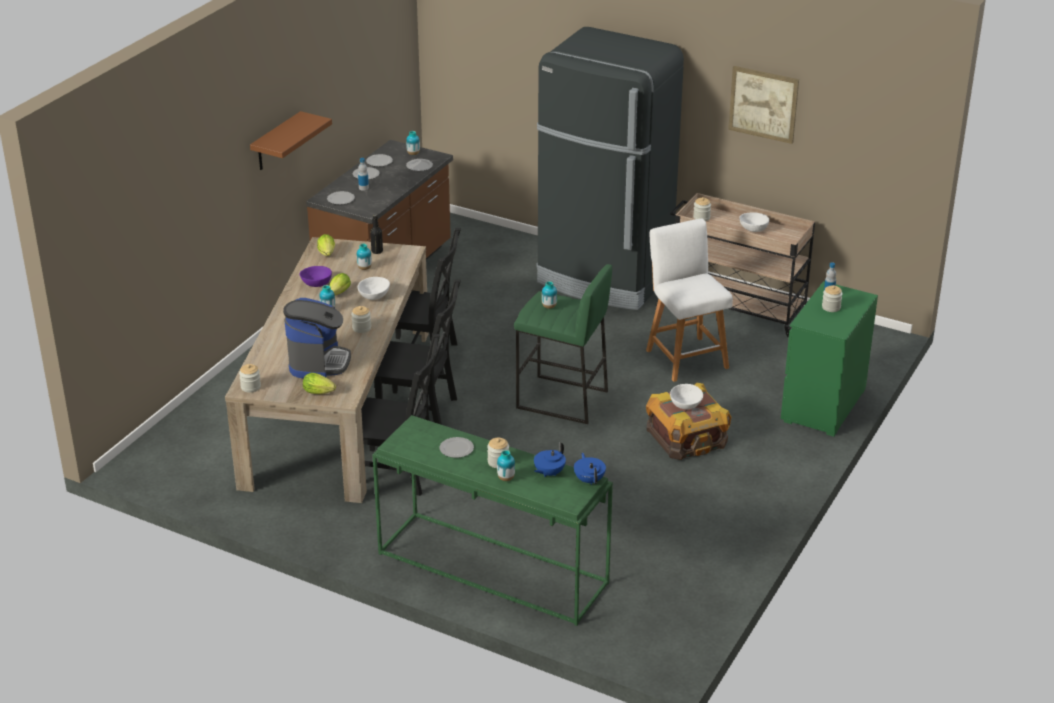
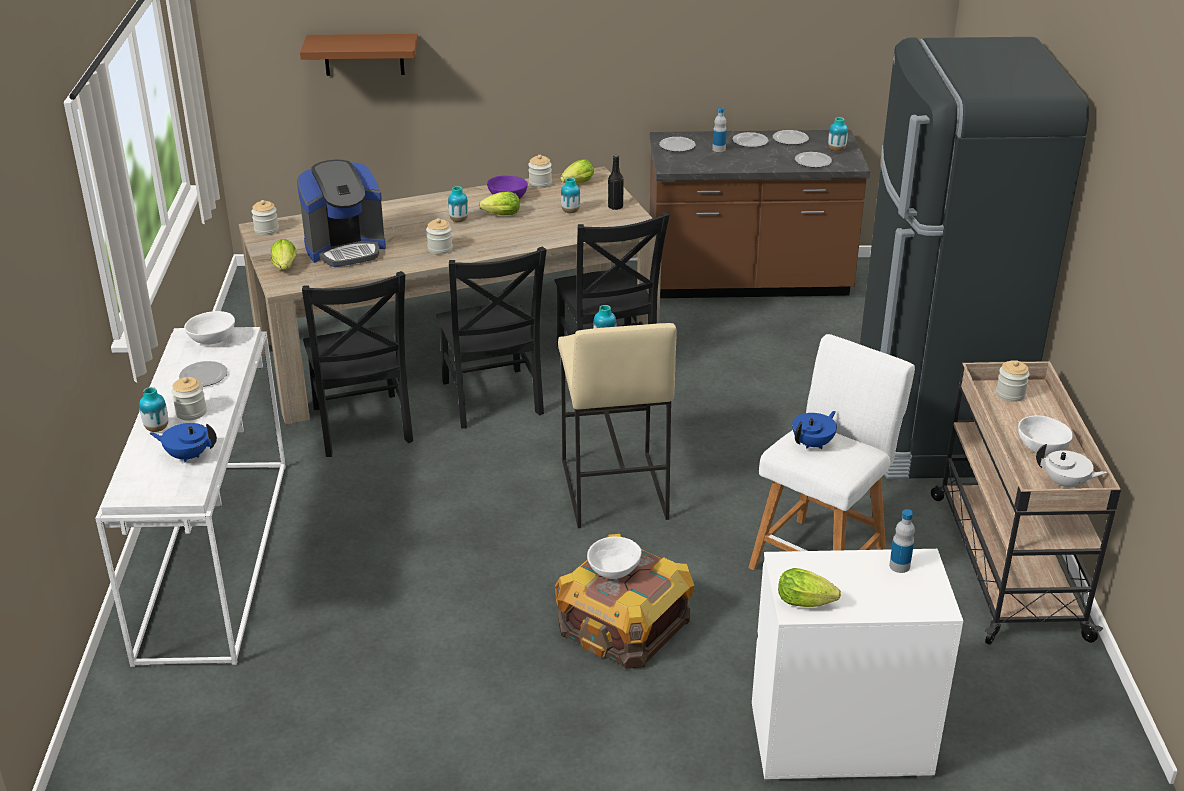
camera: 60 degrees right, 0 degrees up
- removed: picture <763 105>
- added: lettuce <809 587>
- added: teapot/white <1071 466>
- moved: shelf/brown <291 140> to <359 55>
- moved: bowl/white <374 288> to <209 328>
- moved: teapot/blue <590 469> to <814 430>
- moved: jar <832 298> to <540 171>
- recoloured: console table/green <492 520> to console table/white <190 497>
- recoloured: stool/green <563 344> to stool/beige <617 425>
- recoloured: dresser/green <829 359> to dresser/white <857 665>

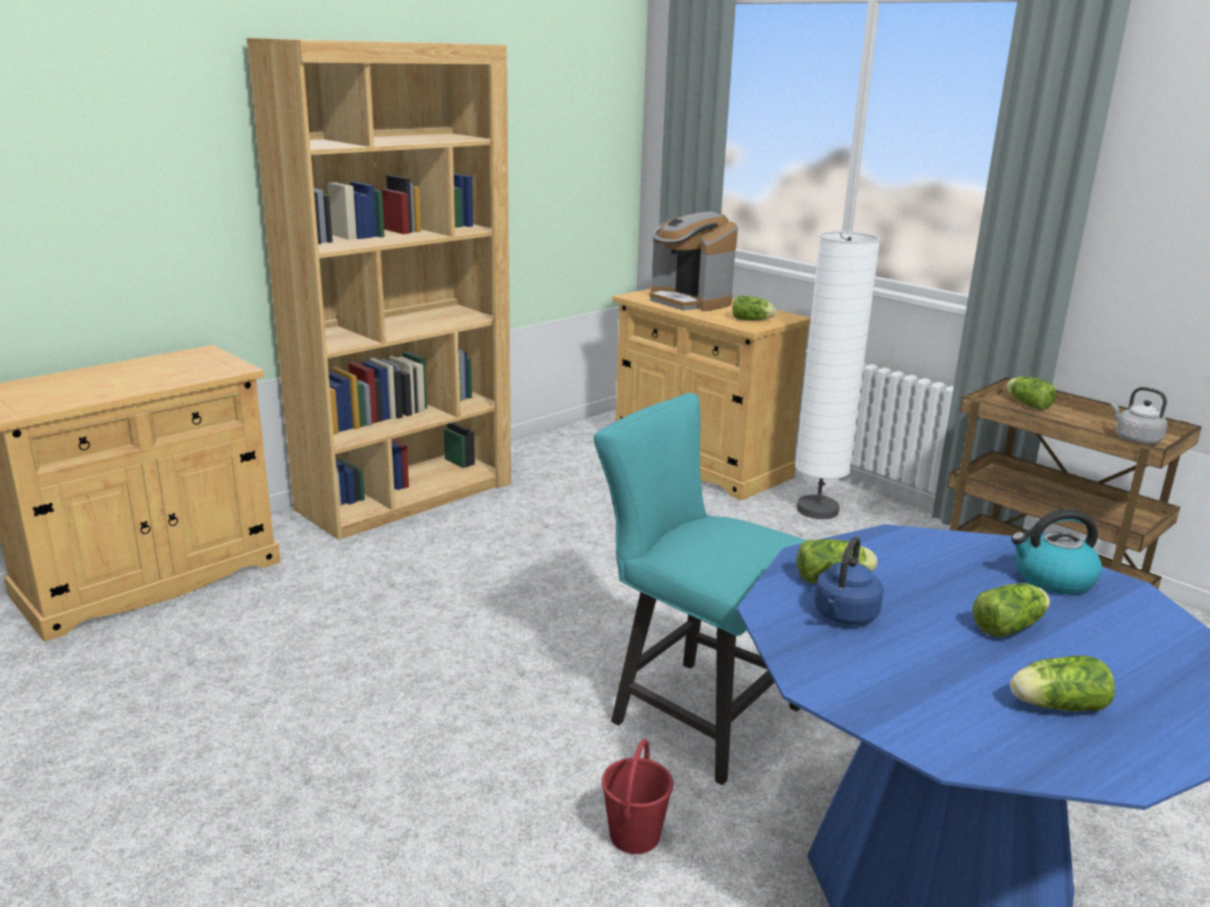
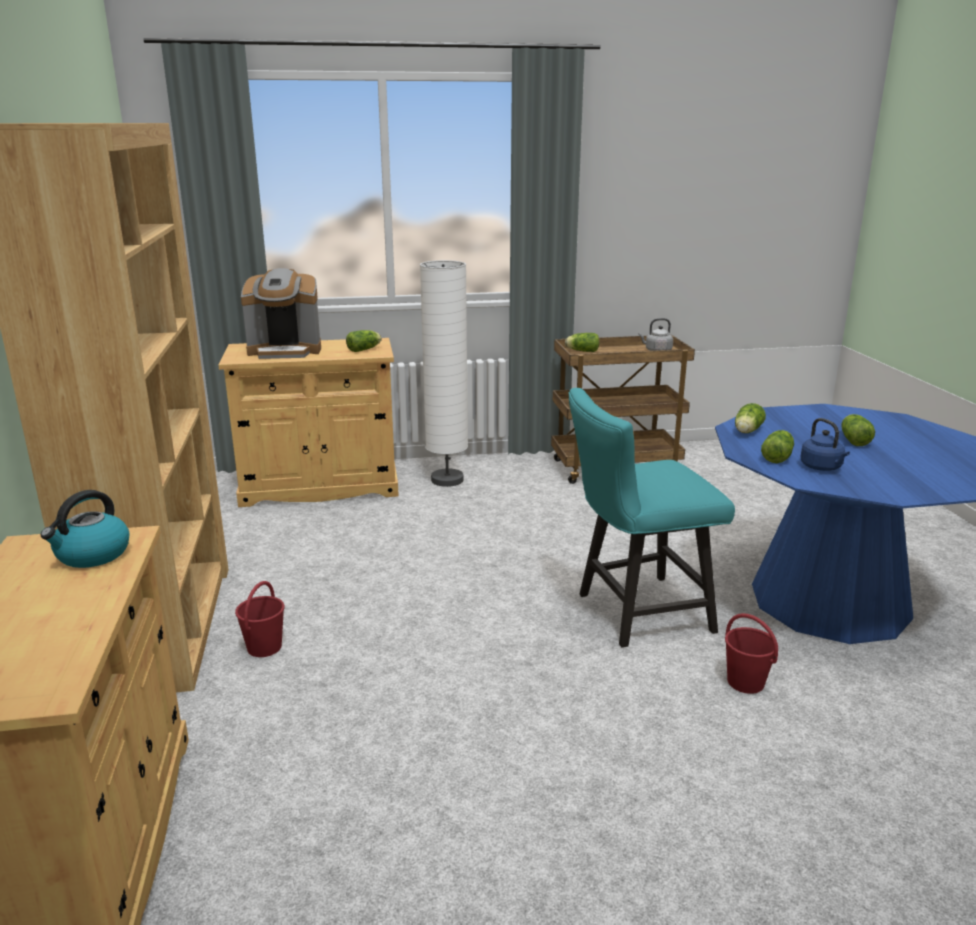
camera: 55 degrees left, 0 degrees up
- added: bucket/red <259 619>
- moved: lettuce <1062 683> to <750 418>
- moved: kettle <1056 552> to <85 529>

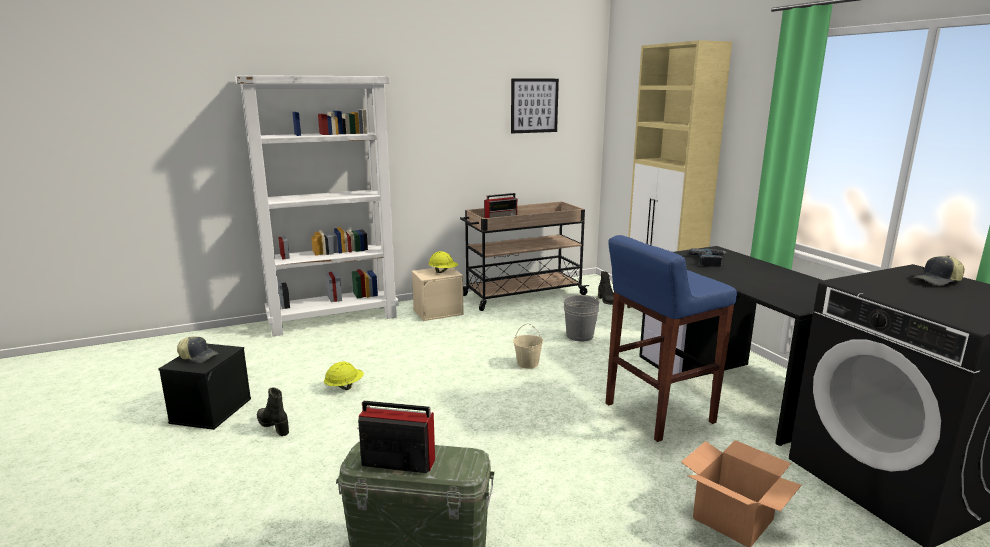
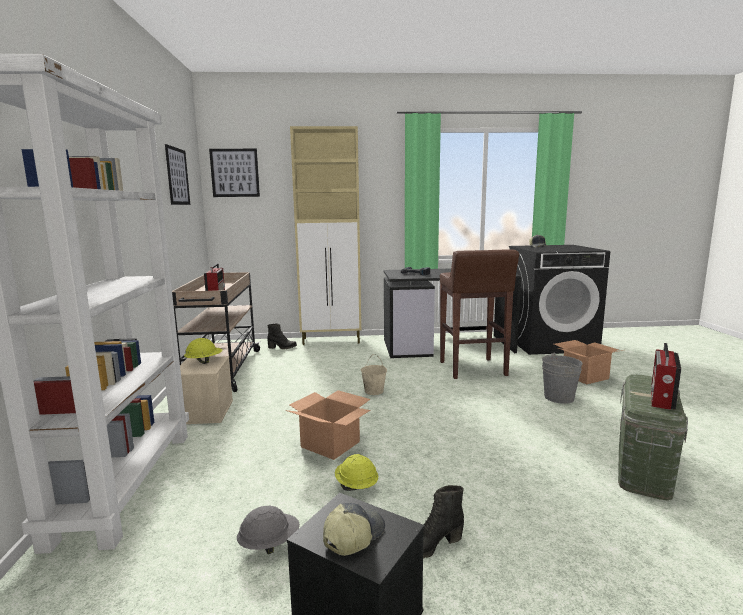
camera: 70 degrees left, 5 degrees down
- added: picture <234 173>
- added: hard hat/grey <268 529>
- added: cardboard box <328 425>
- moved: bucket/grey <581 318> to <562 378>
- recoloured: stool/blue <671 338> to stool/brown <479 314>

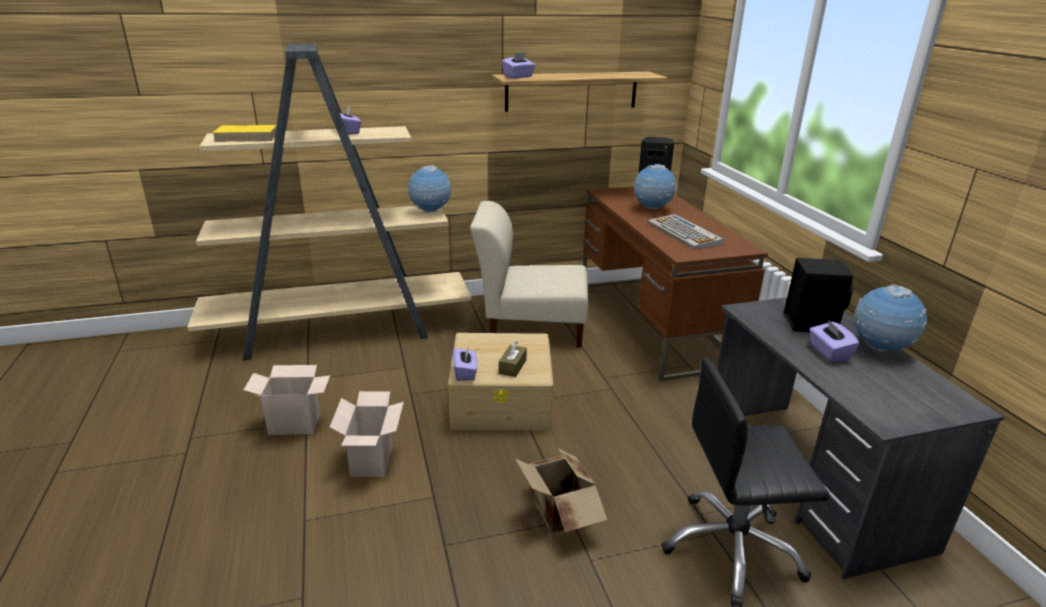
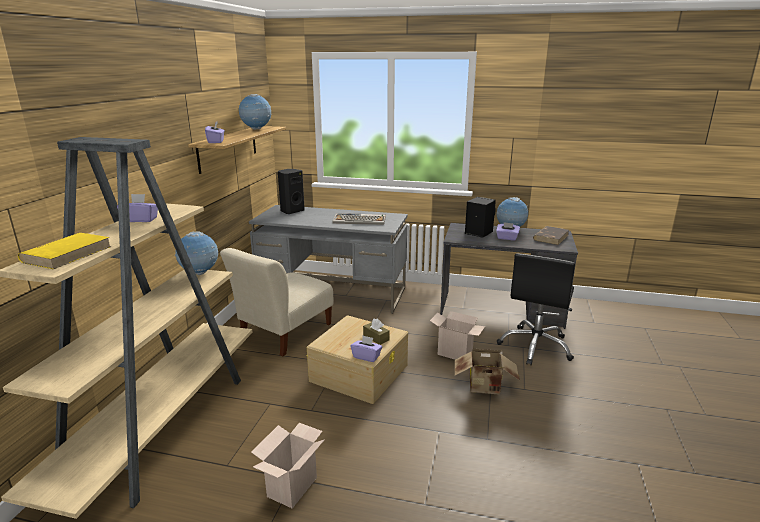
camera: 60 degrees left, 5 degrees down
- added: book/brown <551 235>
- moved: cardboard box <366 434> to <457 335>
- moved: globe <655 186> to <255 112>
- recoloured: desk/brown <675 283> to desk/grey <328 259>

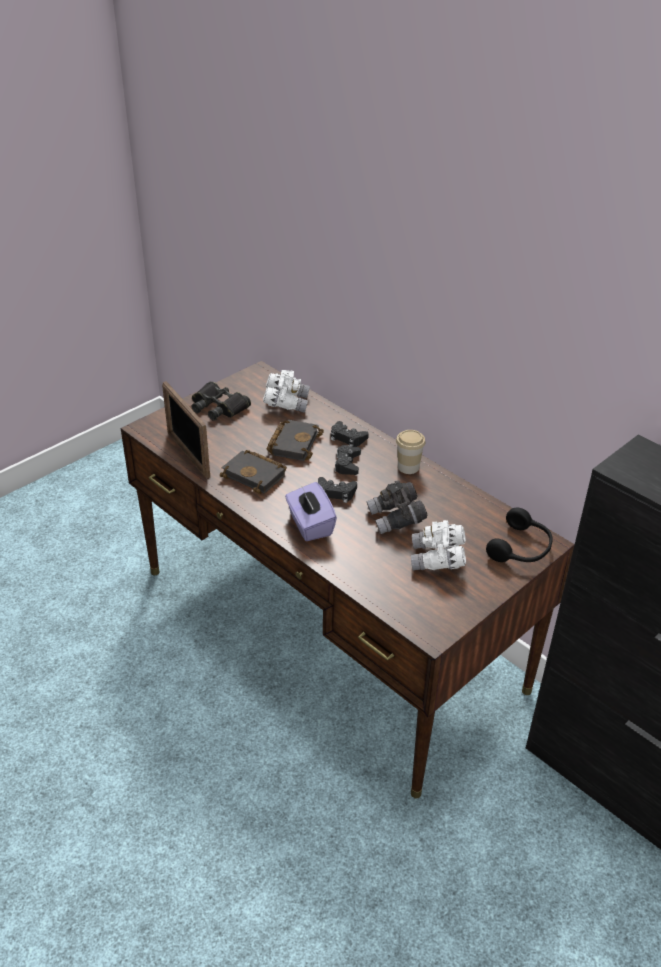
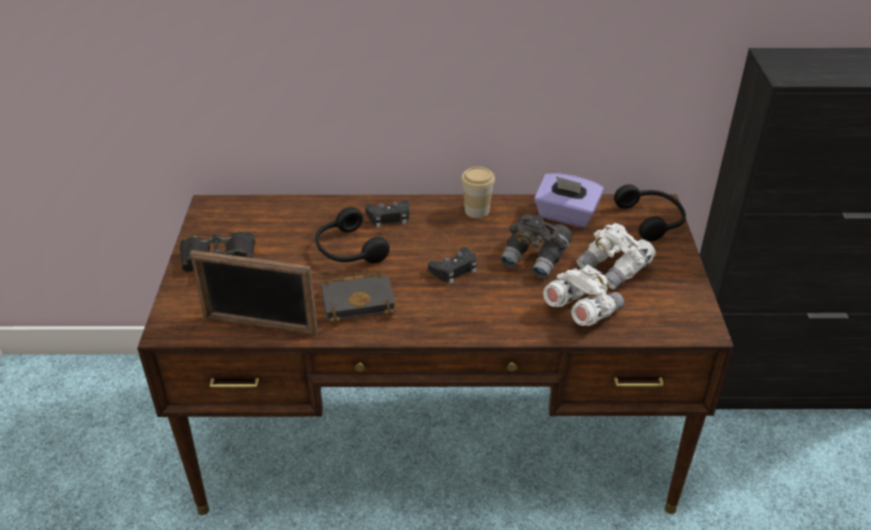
camera: 45 degrees left, 0 degrees up
- removed: game controller/black <347 460>
- moved: binoculars/white <286 391> to <583 295>
- moved: tissue box/purple <311 511> to <569 200>
- replaced: book/black <295 440> to headphones/black <352 235>

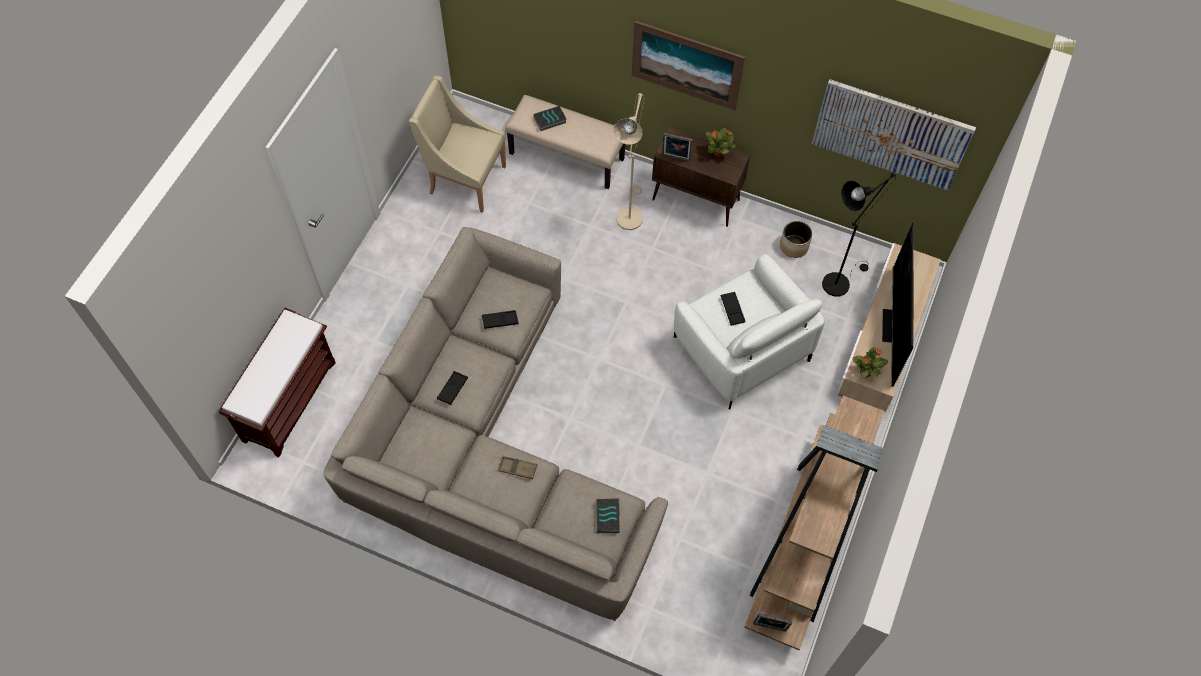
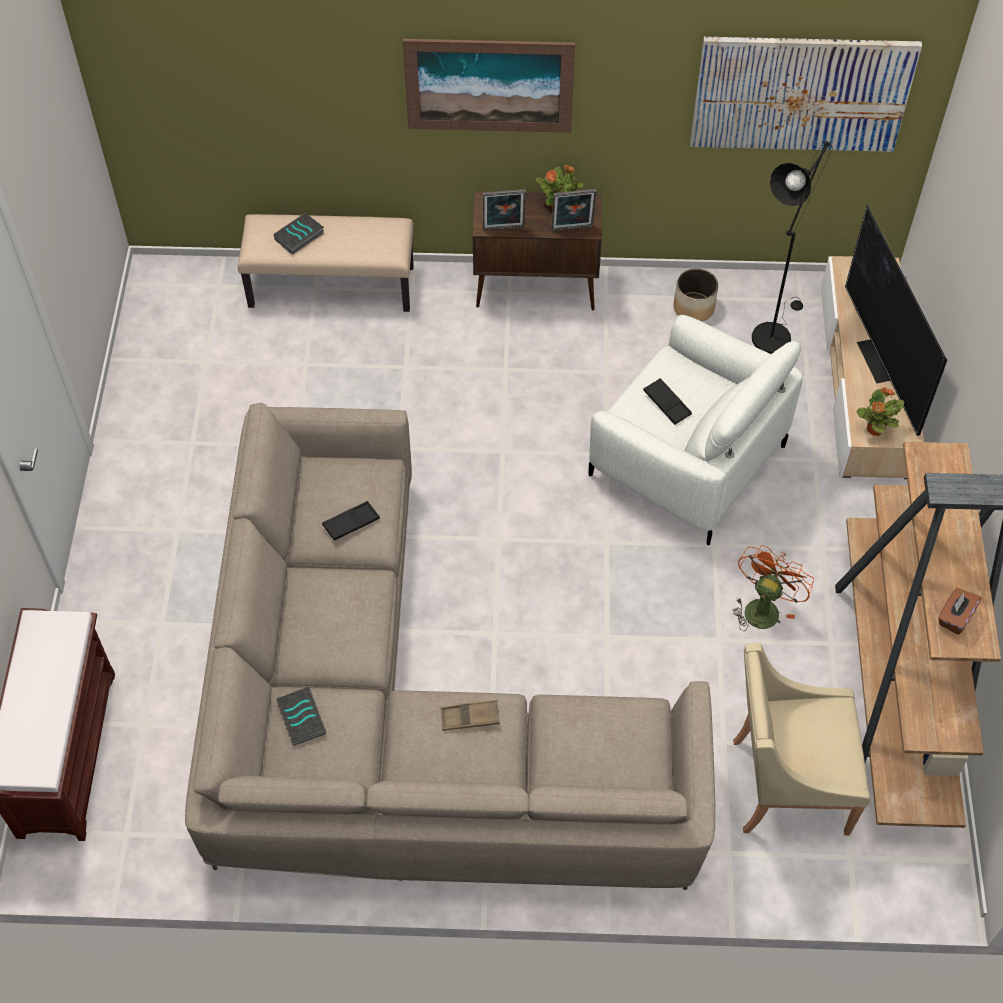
camera: 20 degrees left, 5 degrees down
- removed: tray/black <452 388>
- removed: floor lamp/beige <629 161>
- added: fan/orange <773 588>
- added: tissue box/brown <960 611>
- moved: armchair/beige <457 144> to <801 739>
- moved: book <608 515> to <301 716>
- moved: picture frame <772 622> to <573 210>

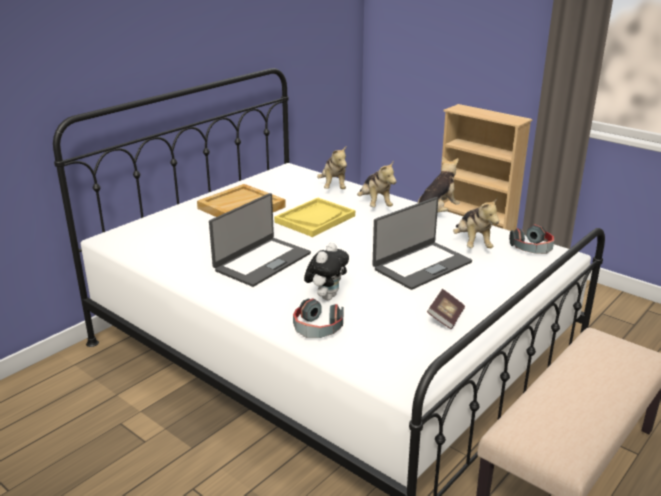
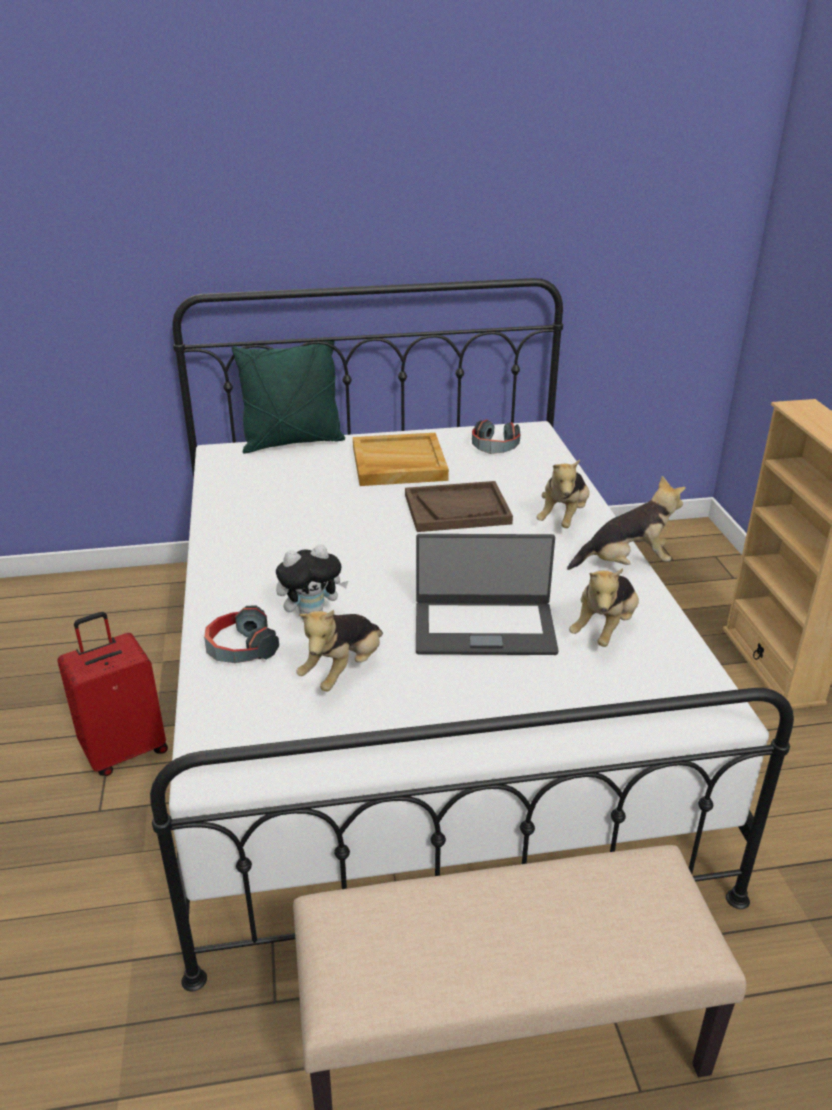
camera: 40 degrees right, 5 degrees up
- removed: laptop <260 240>
- removed: book <446 309>
- added: suitcase/red <112 694>
- added: pillow/green <288 397>
- moved: plush toy <332 167> to <340 650>
- moved: headphones <531 239> to <496 436>
- recoloured: tray/yellow <314 217> to tray/brown <459 506>

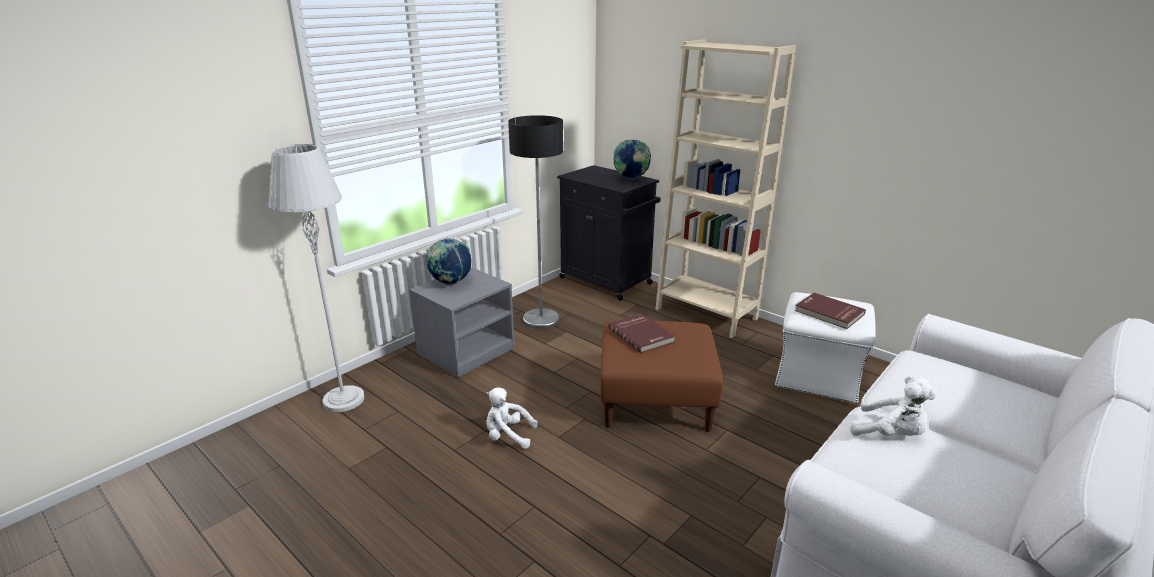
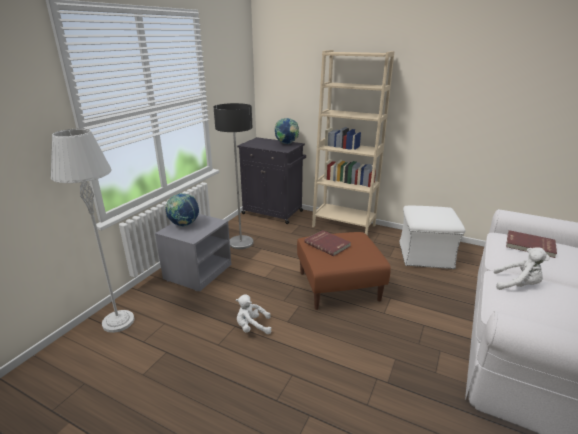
camera: 15 degrees left, 0 degrees up
- moved: book/red <830 311> to <531 244>

